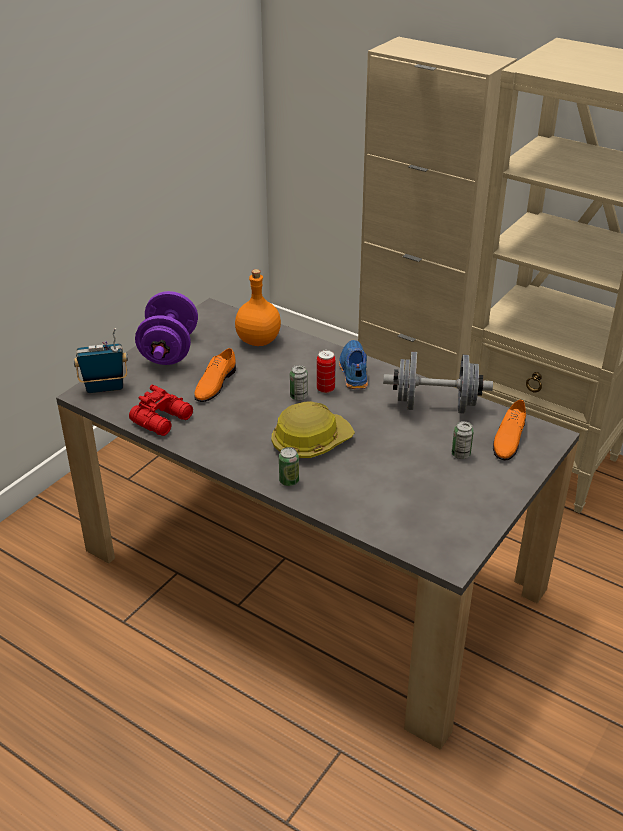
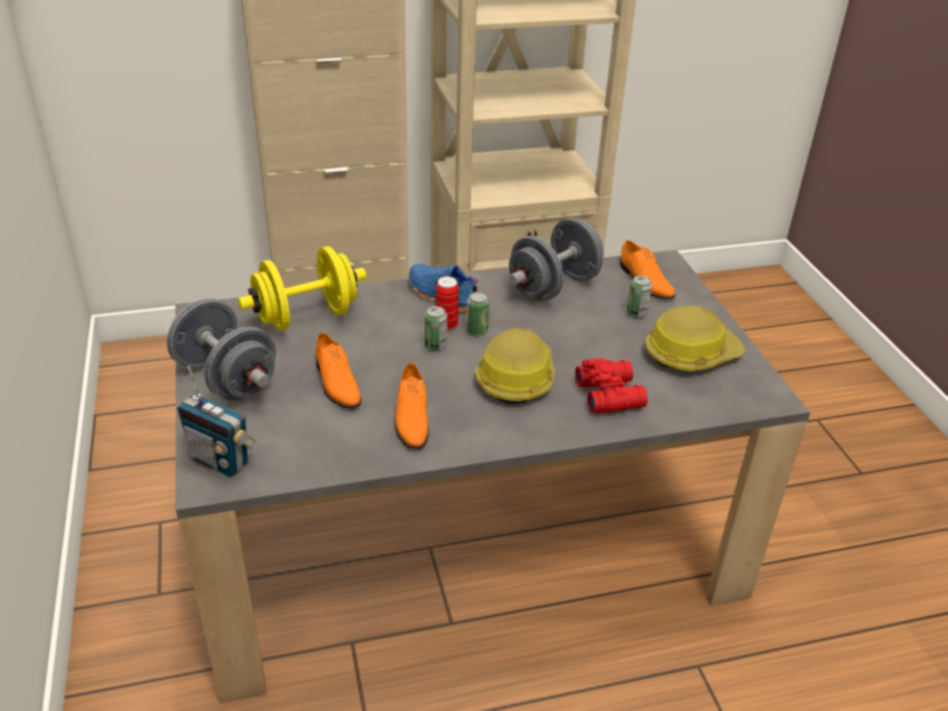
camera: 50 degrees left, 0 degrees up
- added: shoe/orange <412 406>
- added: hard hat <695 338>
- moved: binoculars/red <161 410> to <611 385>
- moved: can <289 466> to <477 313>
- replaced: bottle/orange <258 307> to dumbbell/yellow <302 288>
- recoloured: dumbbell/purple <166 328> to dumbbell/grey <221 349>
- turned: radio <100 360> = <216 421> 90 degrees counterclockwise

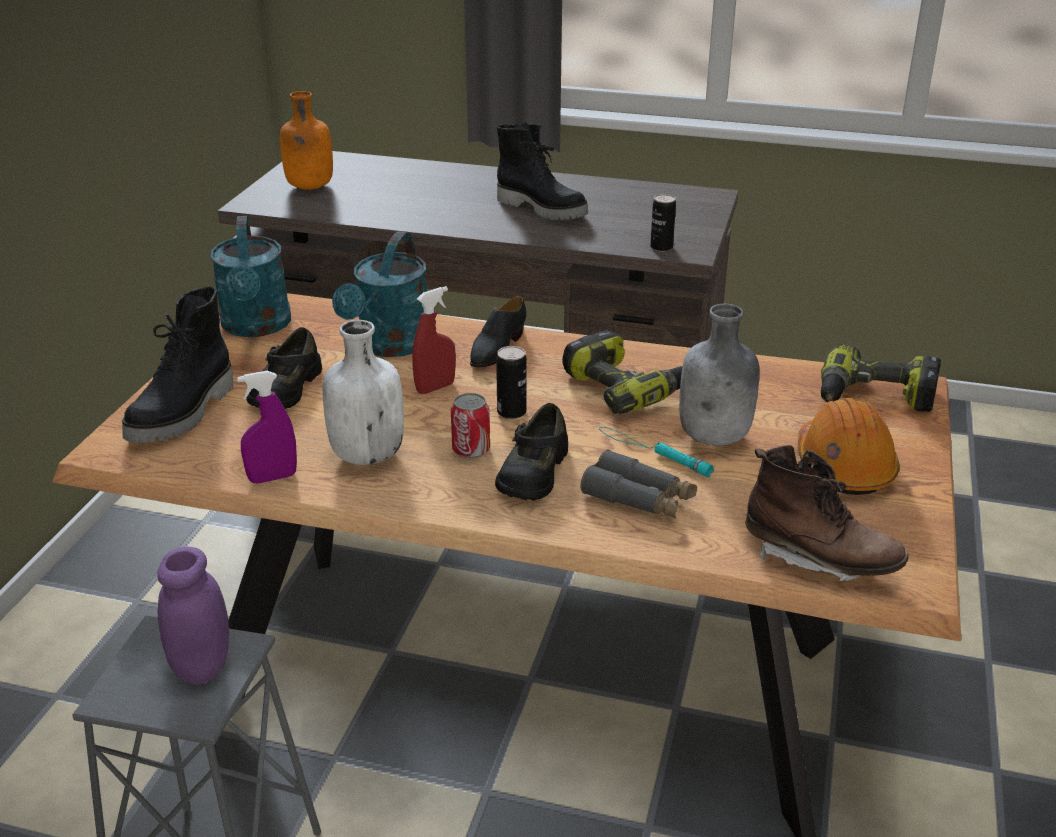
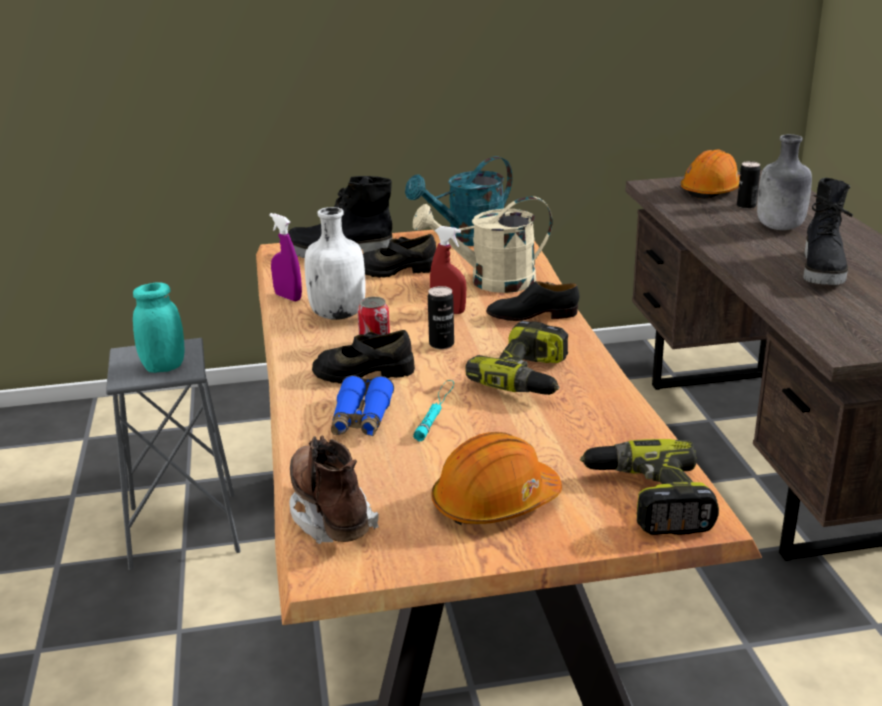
camera: 65 degrees right, 5 degrees down
- moved: can <663 223> to <749 185>
- moved: bottle/grey <719 375> to <784 182>
- replaced: bottle/orange <306 140> to hard hat/orange <710 174>
- recoloured: jar/purple <193 616> to jar/turquoise <159 327>
- recoloured: watering can/turquoise <379 294> to watering can/beige <483 244>
- recoloured: binoculars/grey <638 483> to binoculars/blue <362 405>
- turned: boot/brown <827 513> = <334 490> 150 degrees clockwise

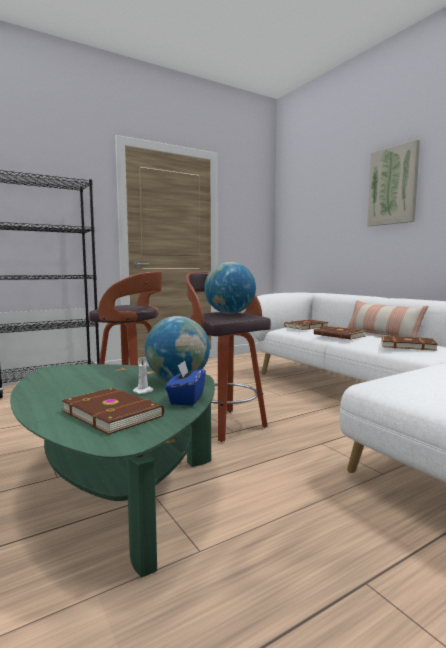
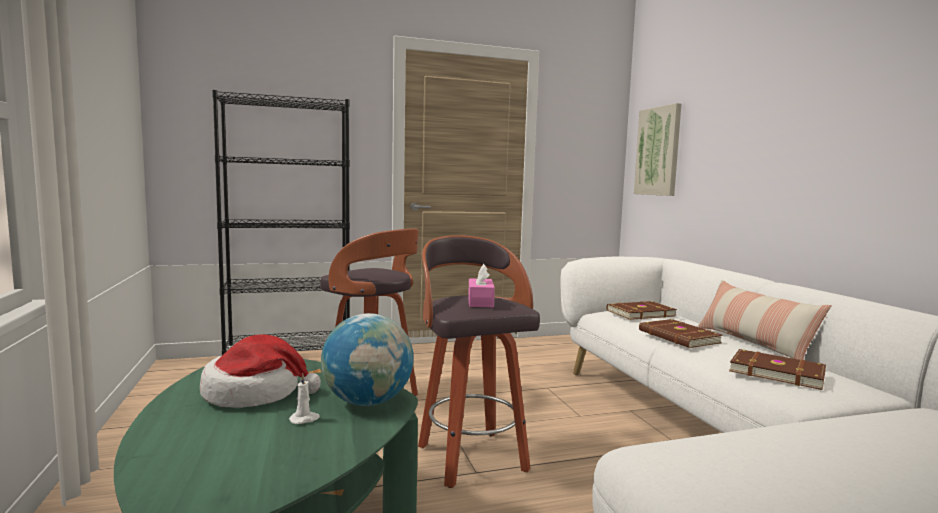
camera: 15 degrees right, 0 degrees up
- removed: book/brown <112 411>
- removed: tissue box/blue <185 383>
- added: hat <260 371>
- moved: picture <393 183> to <657 149>
- replaced: globe <230 288> to tissue box/pink <481 285>

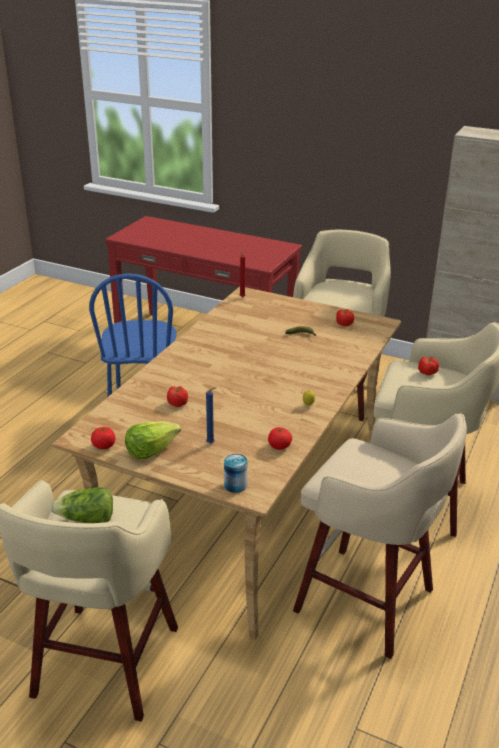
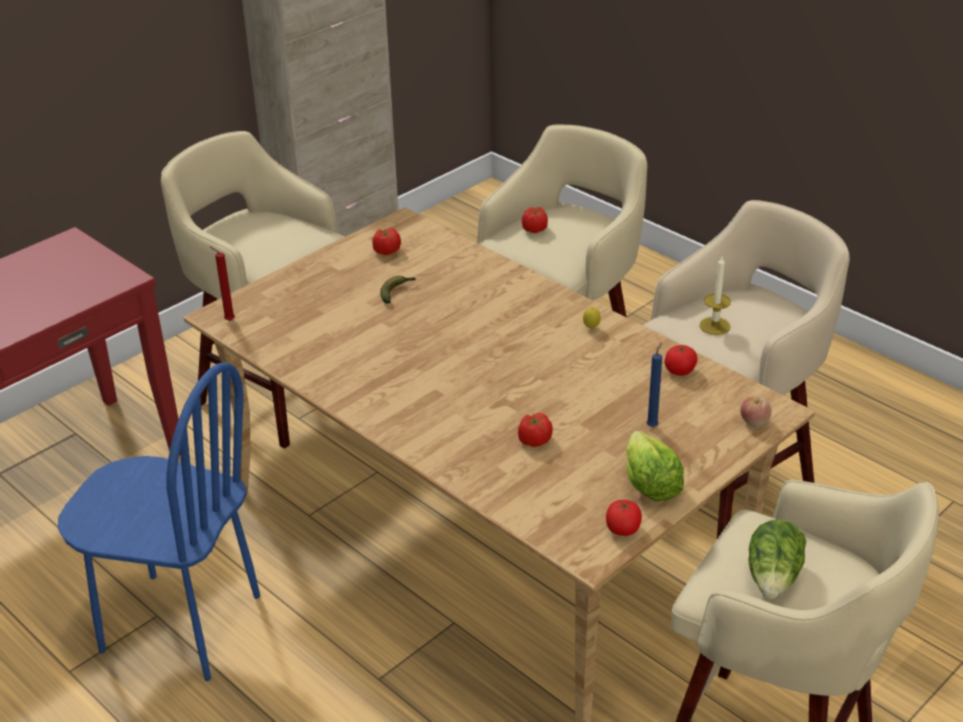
camera: 70 degrees left, 5 degrees up
- added: candle <715 296>
- replaced: can <235 473> to apple <756 411>

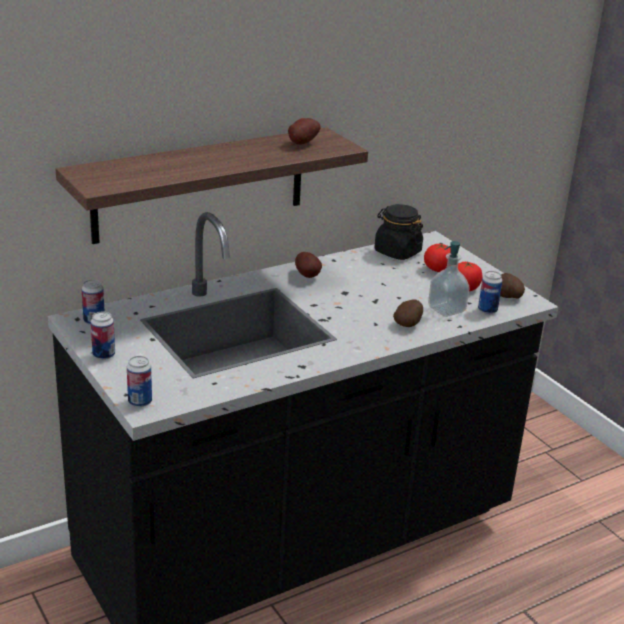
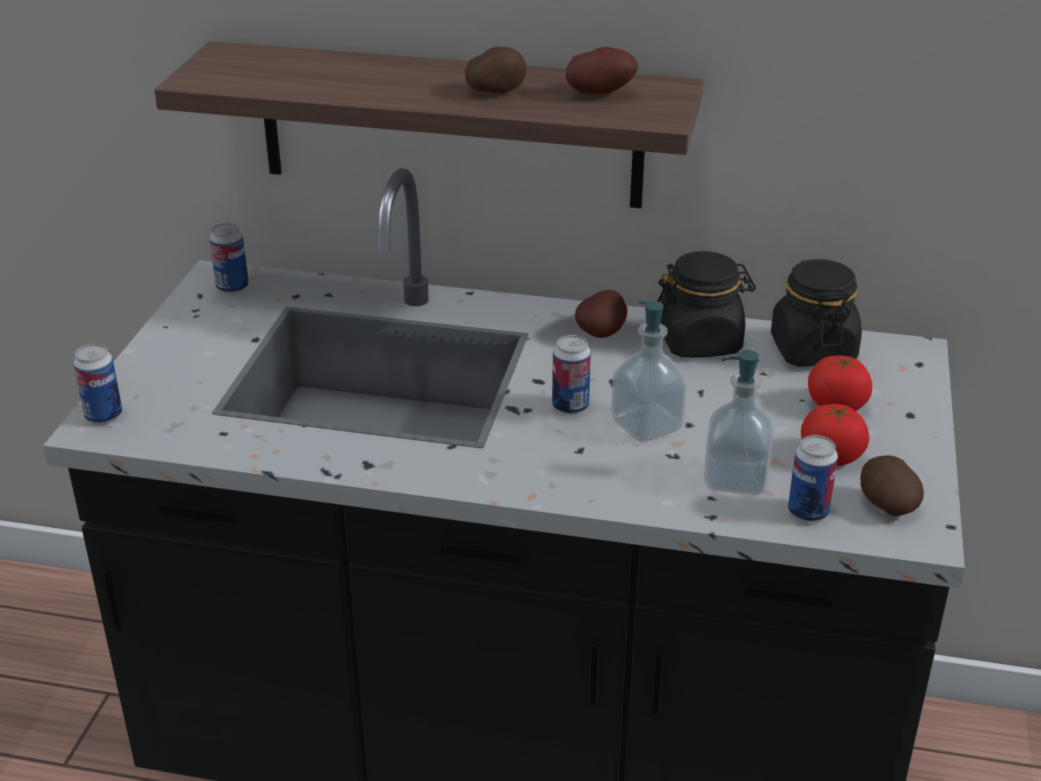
camera: 45 degrees right, 5 degrees up
- added: soap dispenser <649 371>
- added: jar/black <707 304>
- moved: can <103 335> to <571 375>
- moved: potato <408 313> to <496 69>

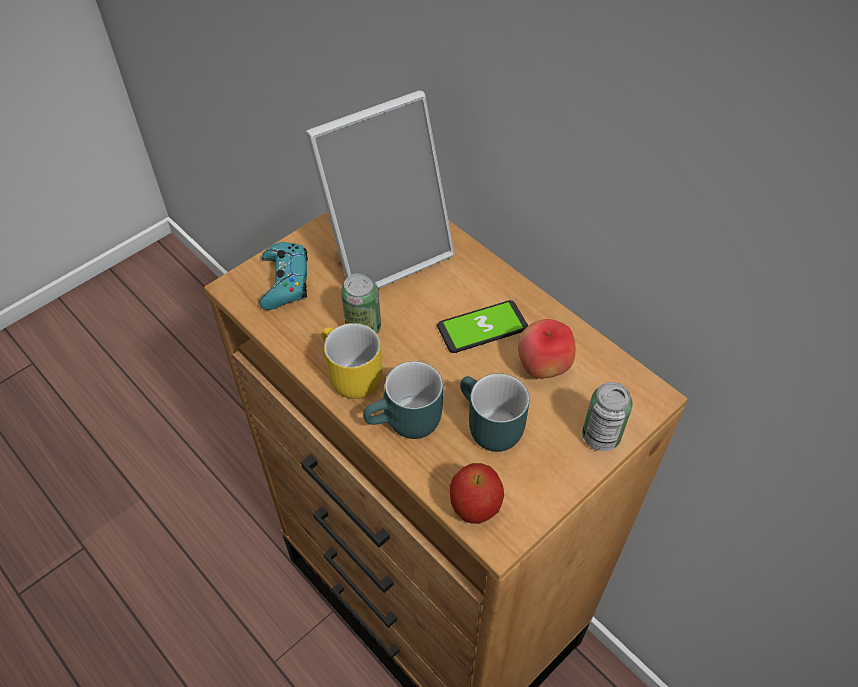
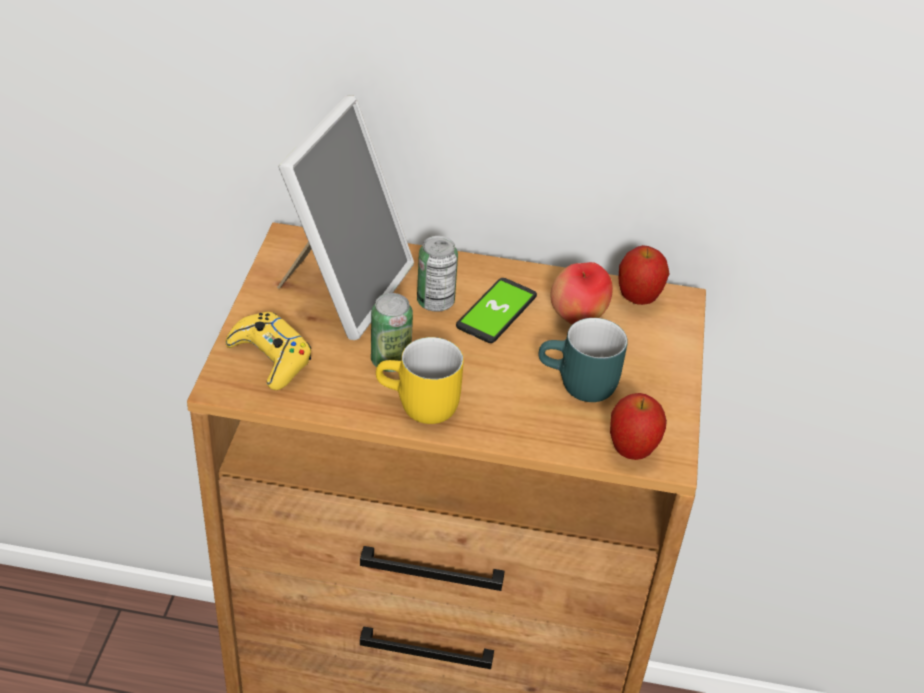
camera: 40 degrees left, 10 degrees down
- removed: mug/turquoise <403 400>
- added: apple <644 275>
- moved: can <607 416> to <437 274>
- recoloured: game controller/turquoise <283 276> to game controller/yellow <268 351>

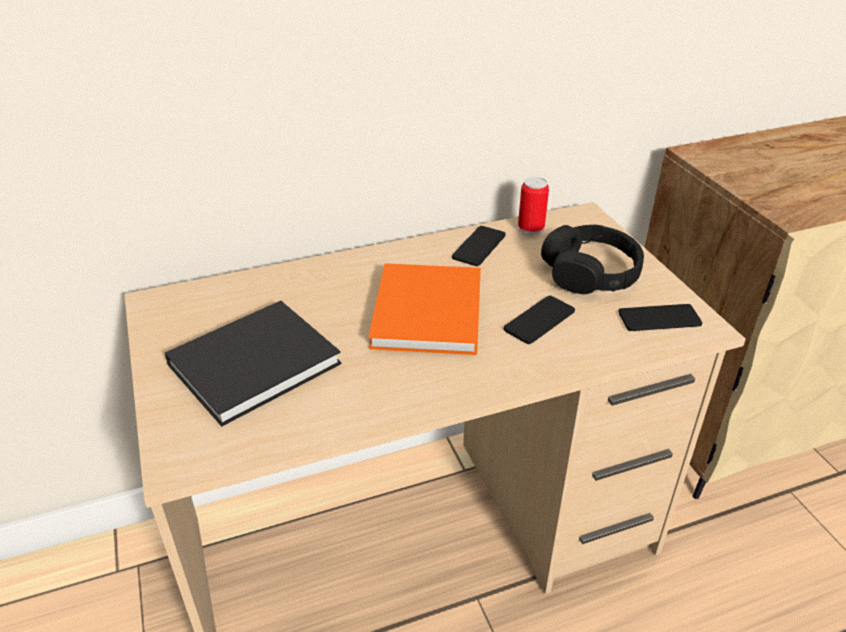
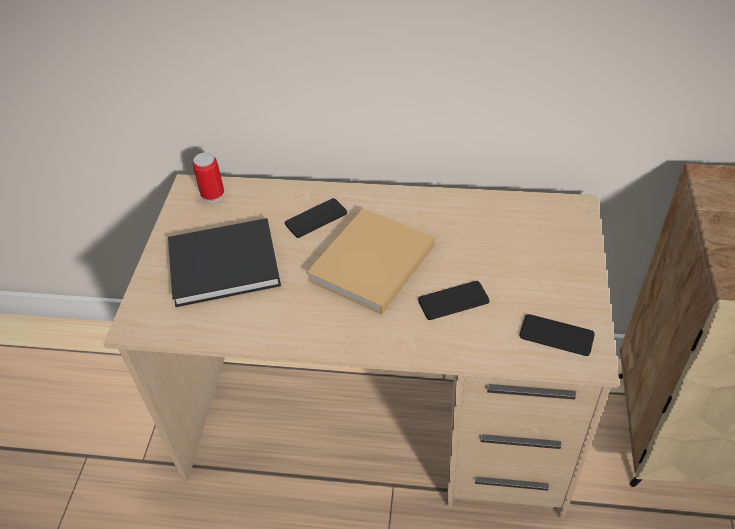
camera: 30 degrees right, 10 degrees up
- removed: headphones/black <592 259>
- moved: phone <479 246> to <316 218>
- moved: can <533 206> to <208 178>
- recoloured: book/orange <424 309> to book/beige <371 261>

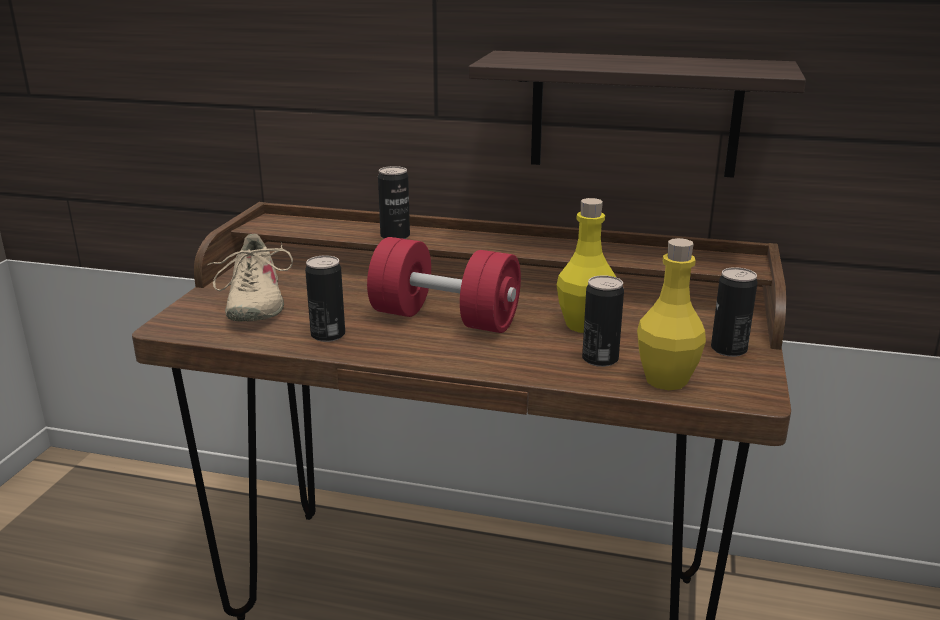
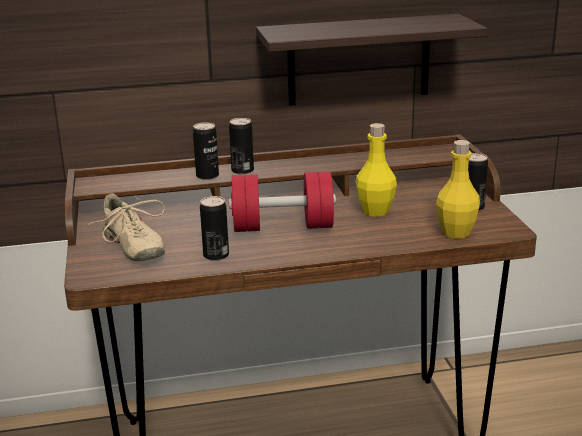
camera: 25 degrees left, 0 degrees up
- moved: can <603 321> to <241 146>

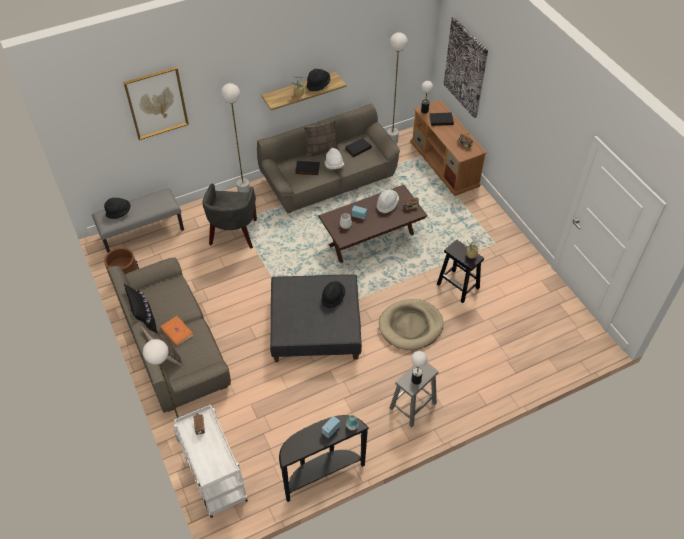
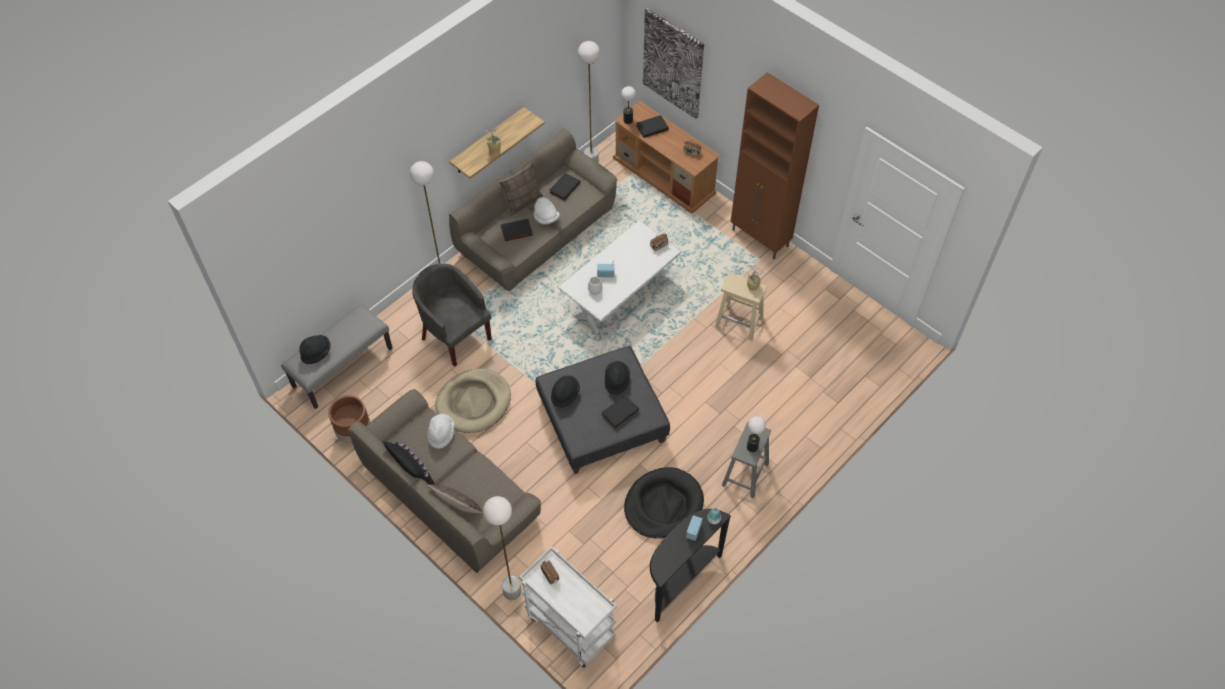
camera: 20 degrees left, 5 degrees up
- removed: picture <156 103>
- removed: book/orange <177 331>
- added: book/black <620 411>
- added: dog bed/black <664 503>
- added: cabinet/brown <775 165>
- moved: hat/black <318 80> to <565 391>
- moved: hat/white <388 201> to <441 431>
- moved: dog bed/beige <411 324> to <473 400>
- recoloured: coffee table/brown <373 224> to coffee table/white <620 277>
- recoloured: stool/black <460 271> to stool/beige <741 306>
- turned: armchair/grey <229 216> = <452 315> 150 degrees clockwise

